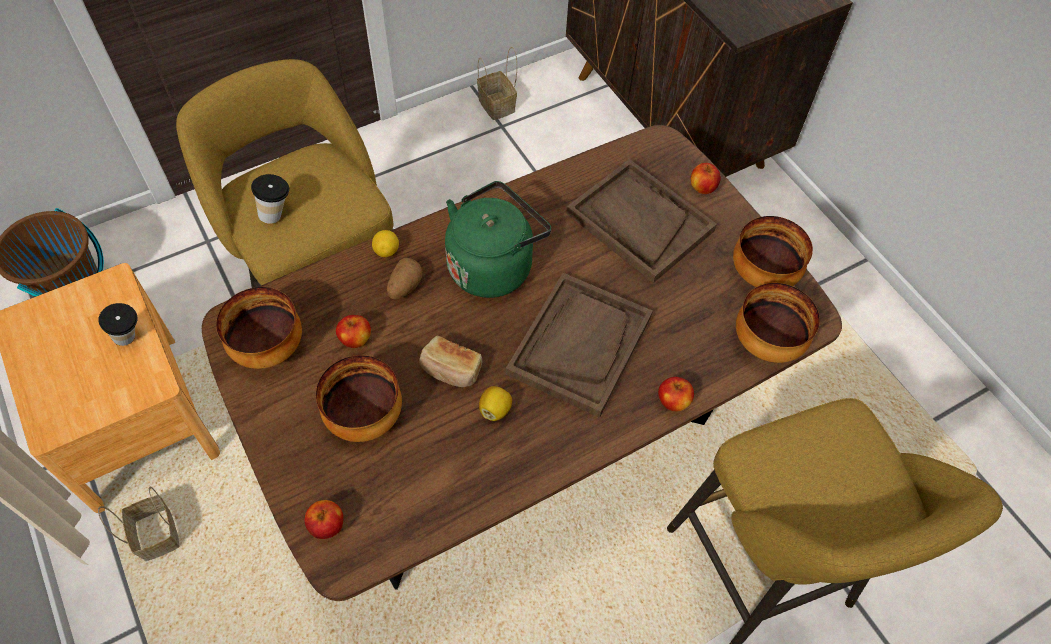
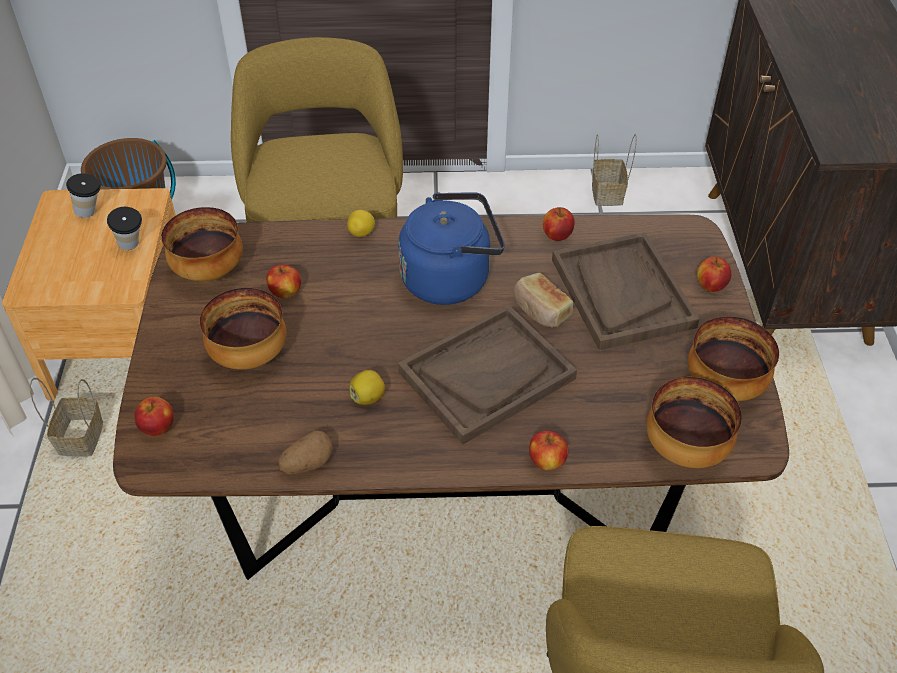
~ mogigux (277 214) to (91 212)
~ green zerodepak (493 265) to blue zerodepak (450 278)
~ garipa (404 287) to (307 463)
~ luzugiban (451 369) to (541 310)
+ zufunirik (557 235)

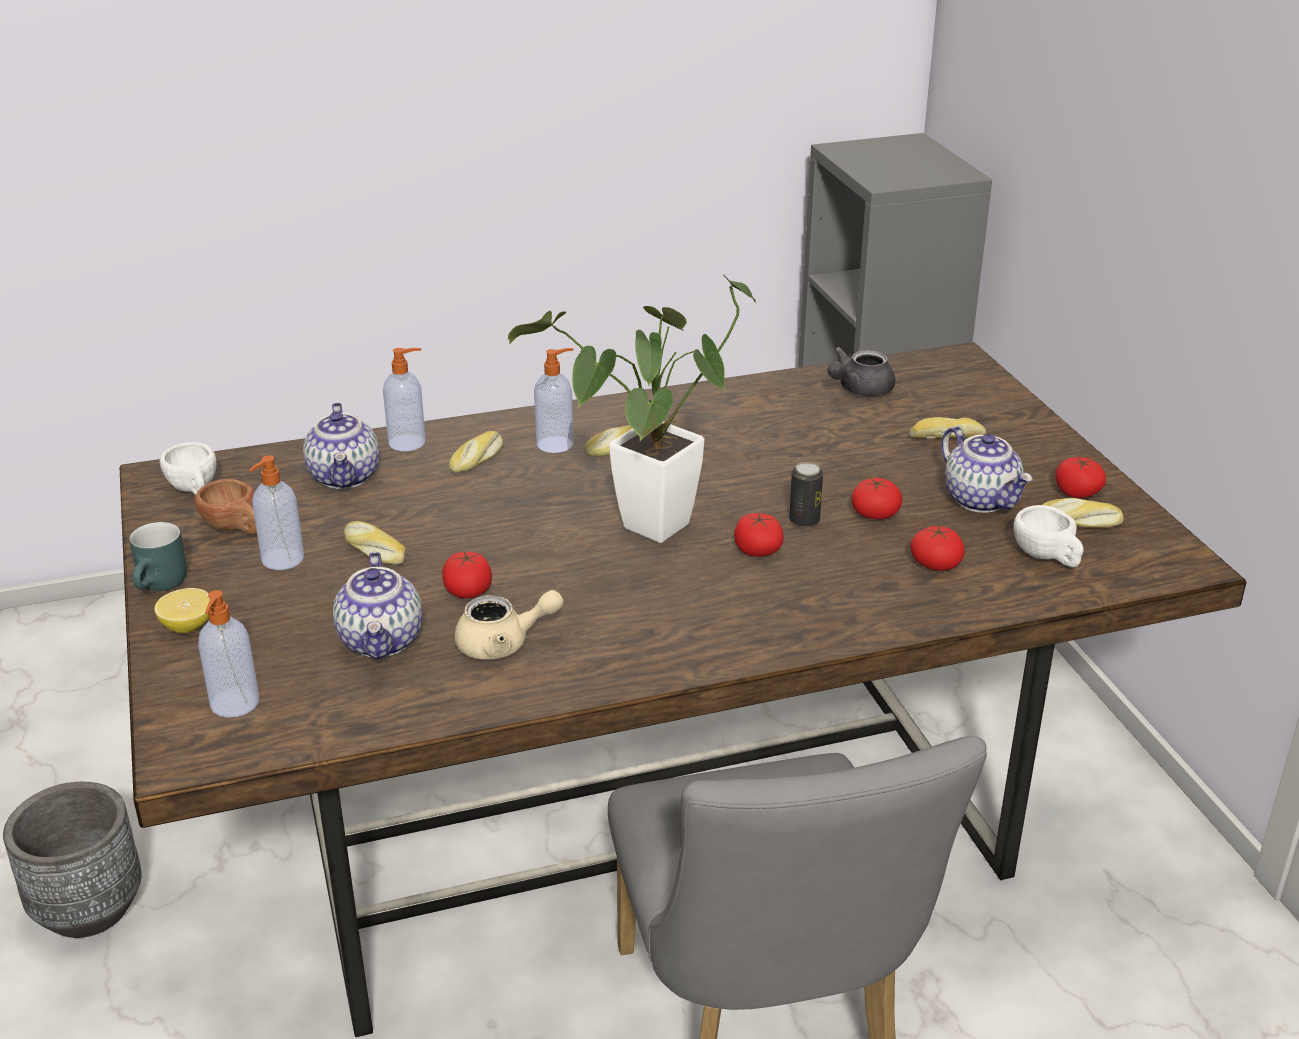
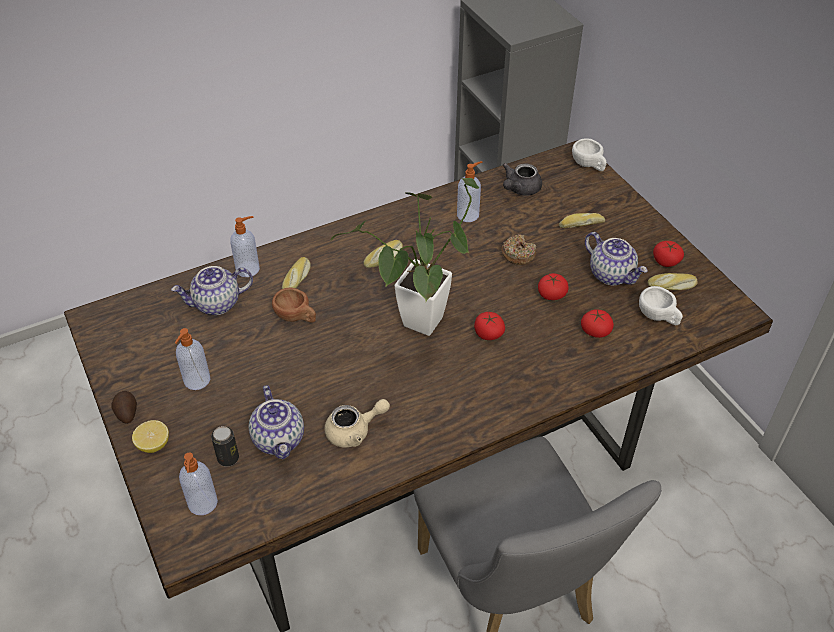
~ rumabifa (556 444) to (468 214)
~ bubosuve (345 477) = (216 304) 90 degrees clockwise
~ white mogigux (195 490) to (589 165)
~ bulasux (804 520) to (228 458)
~ brown mogigux (235 528) to (296 317)
- luzugiban (373 551)
~ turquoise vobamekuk (162 585) to garipa (126 412)
- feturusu (468 590)
- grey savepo (88 909)
+ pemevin (518 254)

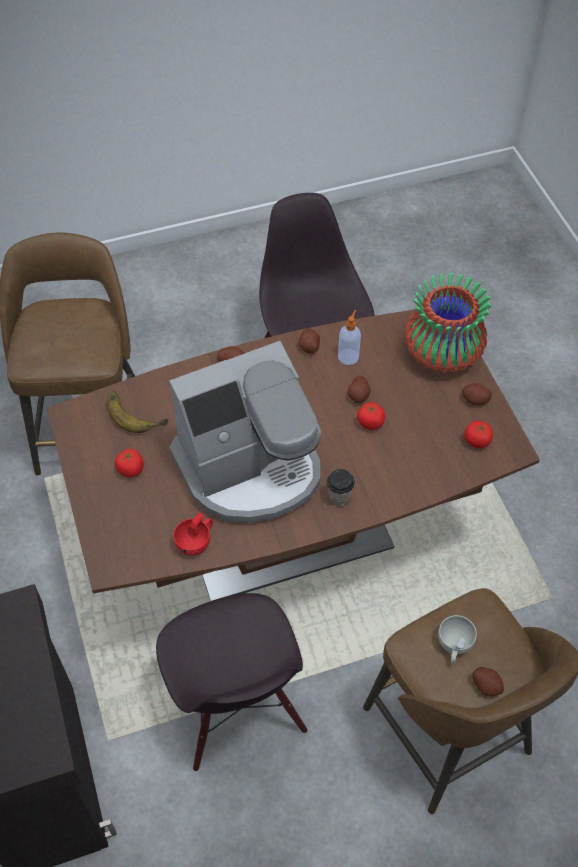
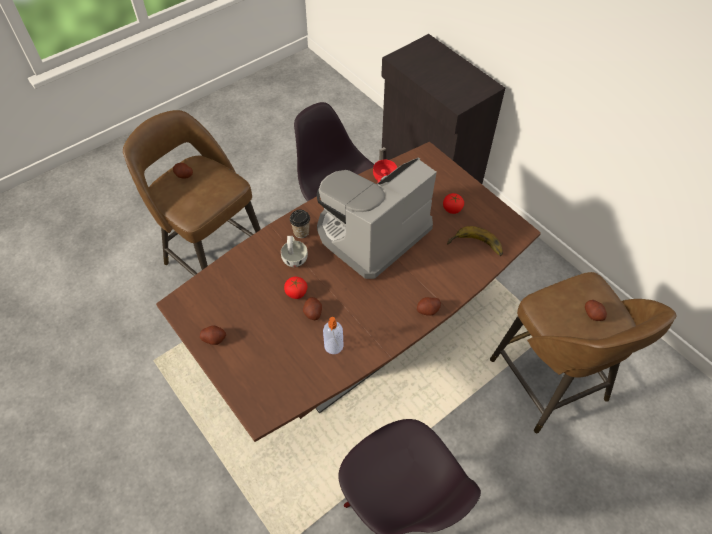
- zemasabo (442 354)
~ garipa (309 347) to (593 314)
- feturusu (477 441)
~ white mogigux (454 646) to (295 258)

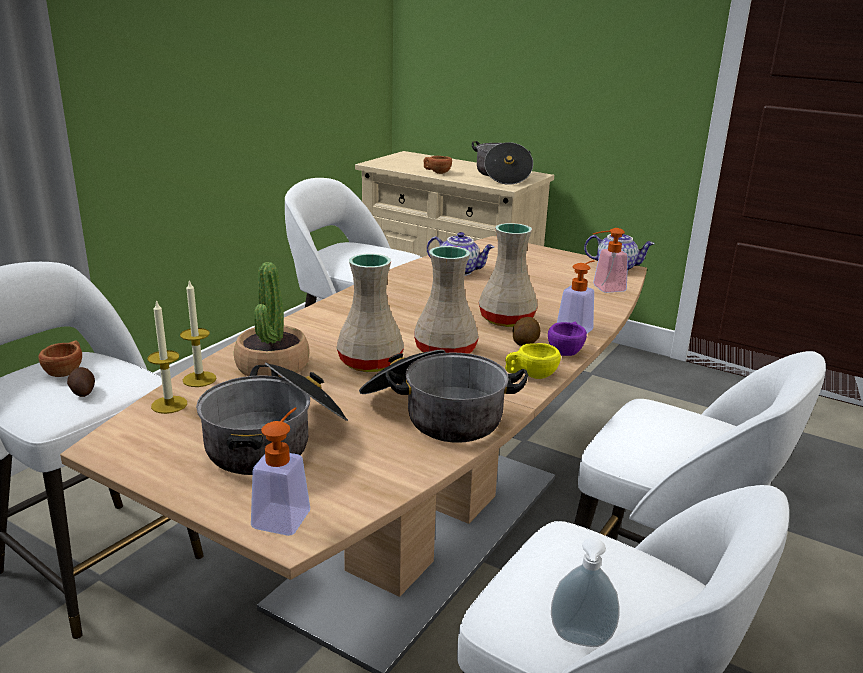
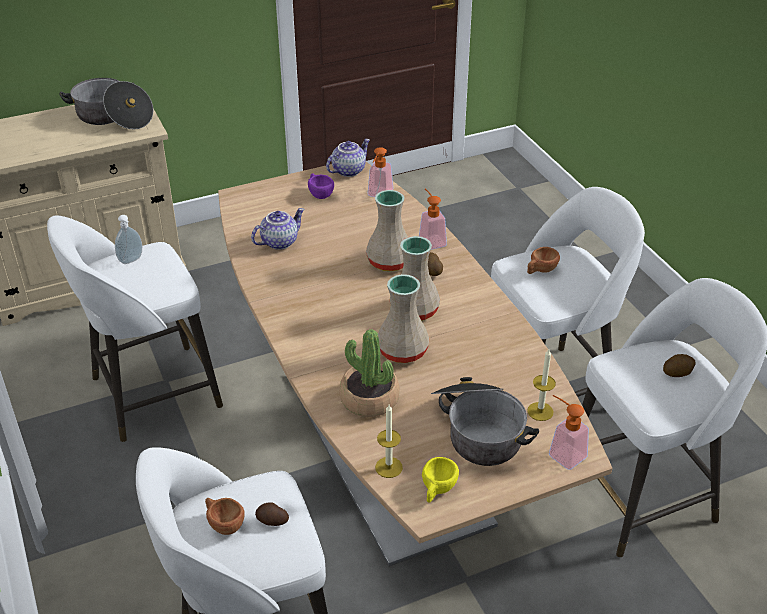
~ brown mogigux (437 172) to (540 270)
~ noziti (199 379) to (540 411)
~ purple mogigux (566 351) to (319 194)
~ yellow mogigux (530 375) to (437 490)
- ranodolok (435 414)
~ rumabifa (580 641) to (132 260)
+ garipa (677 372)

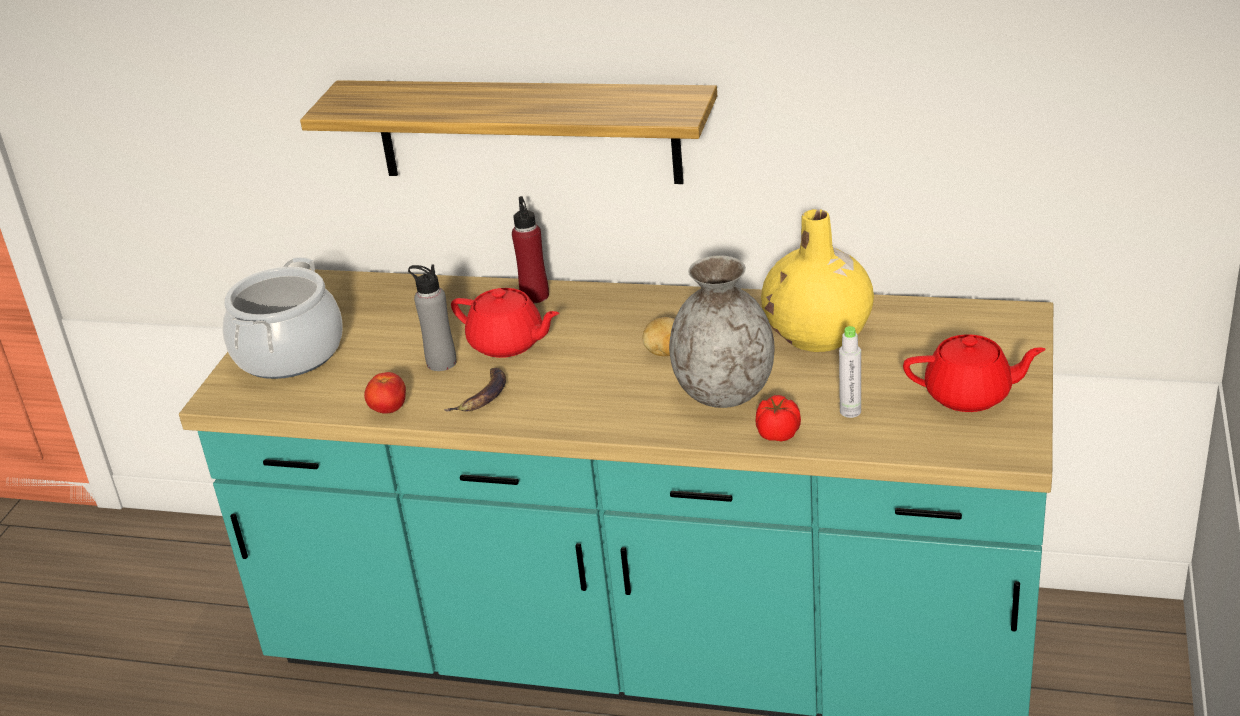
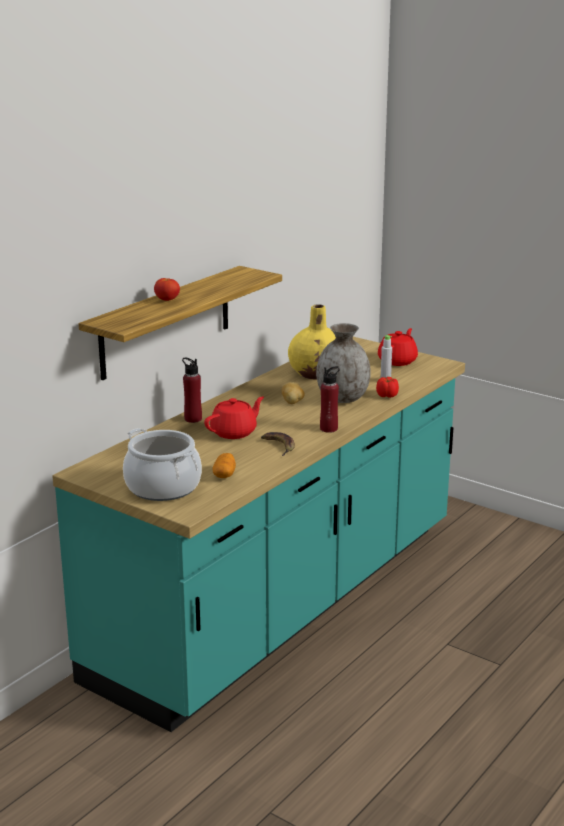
- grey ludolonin (441 362)
~ feturusu (388 410) to (167 300)
+ red ludolonin (329 429)
+ garipa (224 475)

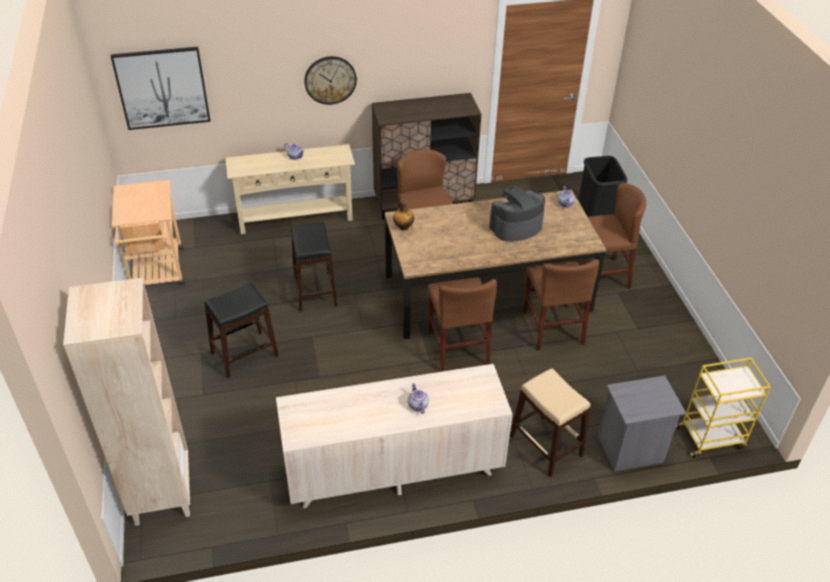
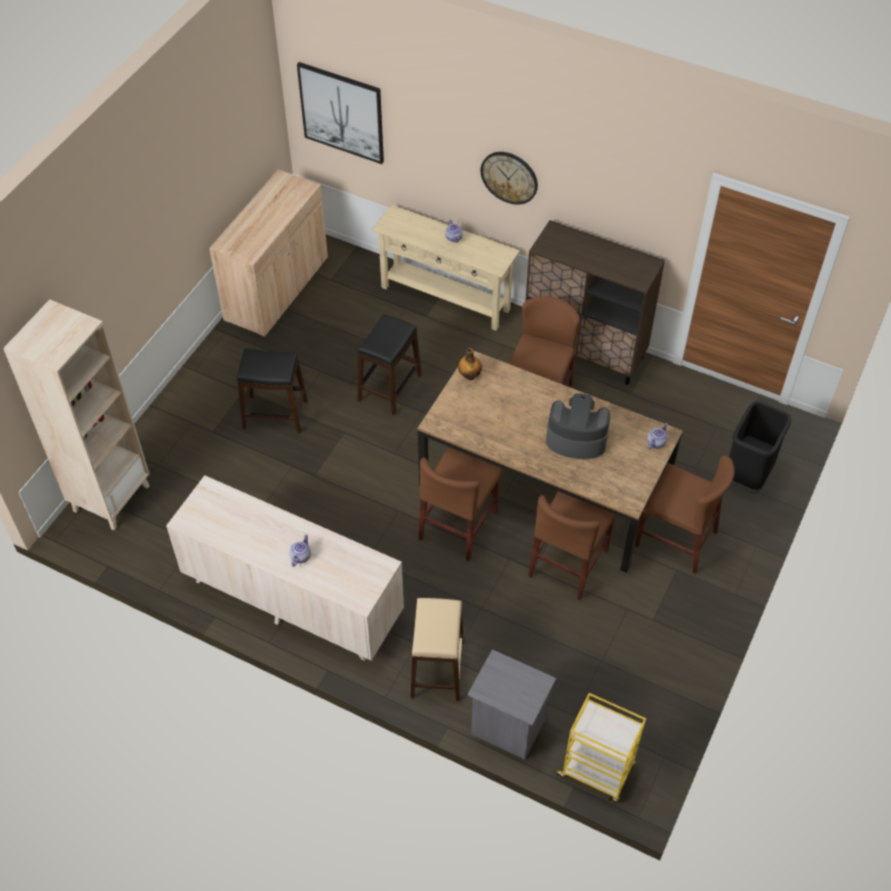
~ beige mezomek (157 273) to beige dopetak (277 289)

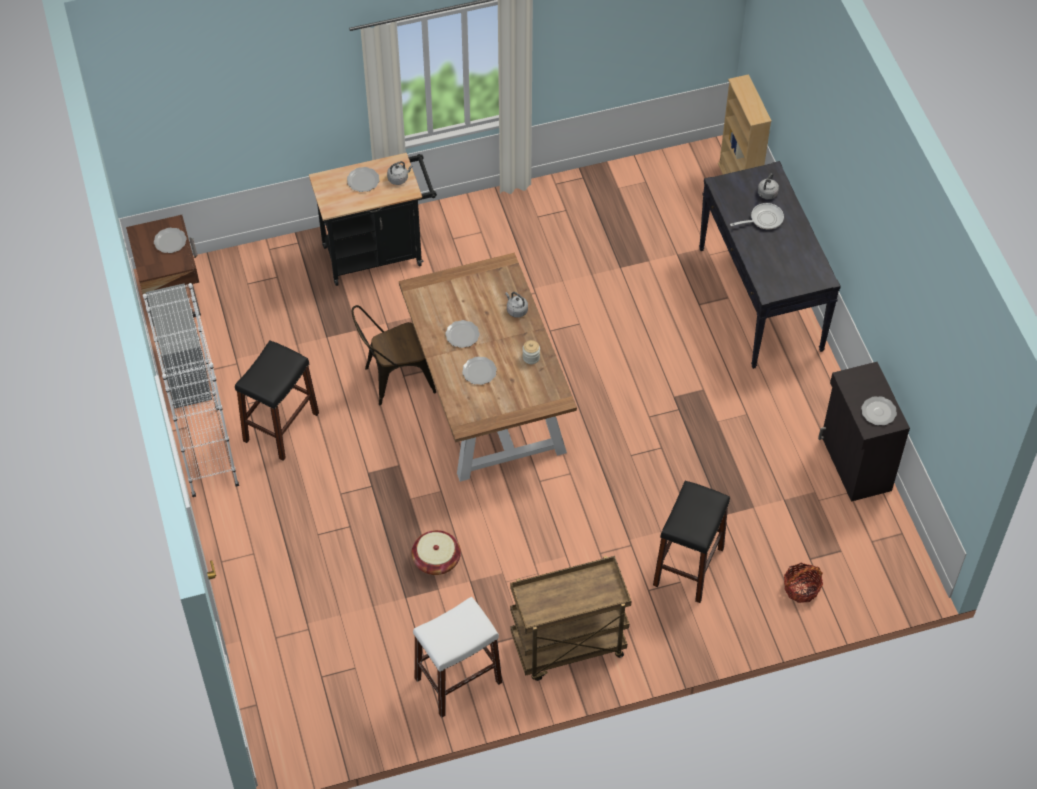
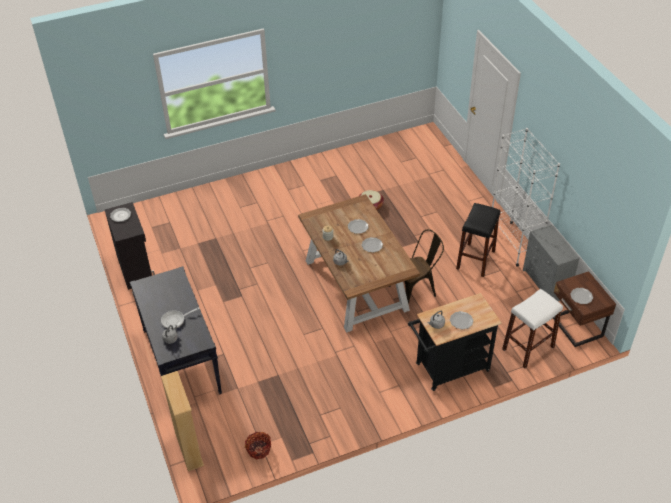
- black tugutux (688 566)
- brown mezomek (568 647)
~ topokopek (801 588) to (259 449)
~ white tugutux (458 680) to (528 348)

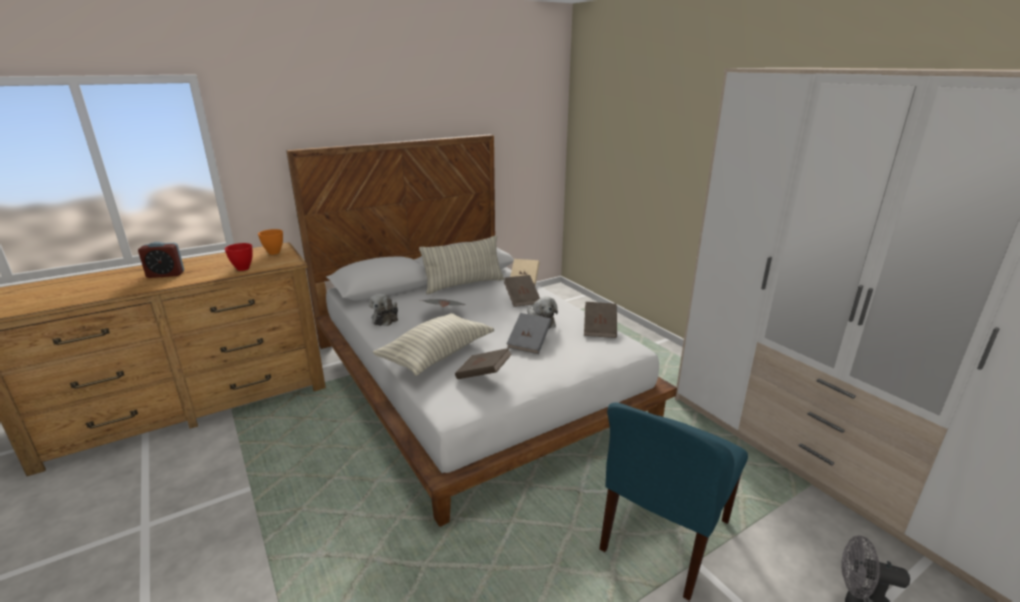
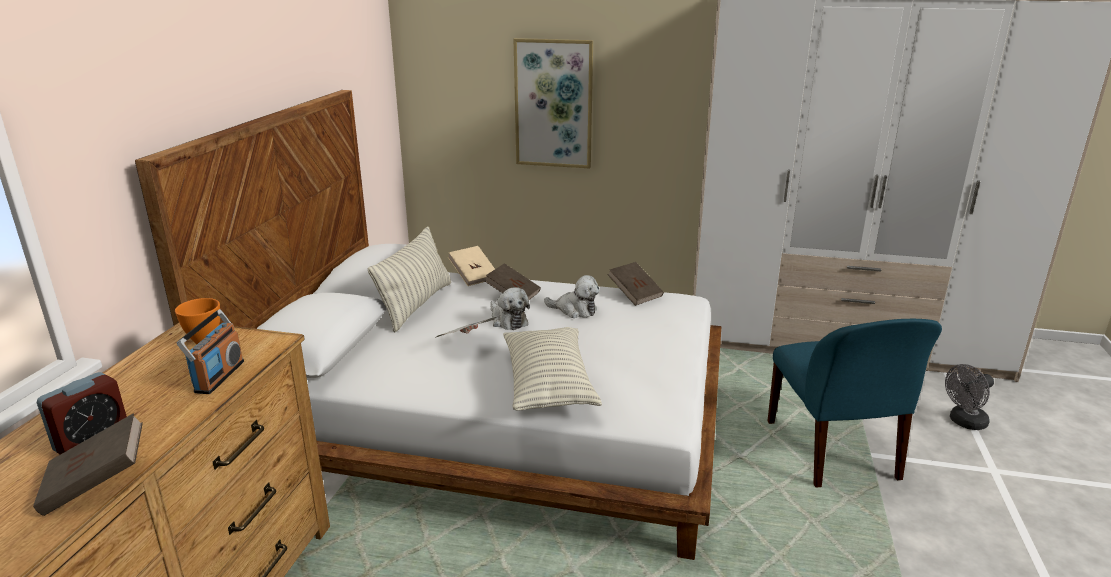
~ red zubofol (243 268) to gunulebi (218 376)
~ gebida (386 318) to (508 320)
- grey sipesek (529 343)
~ brown sipesek (483 375) to (97 483)
+ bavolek (553 104)

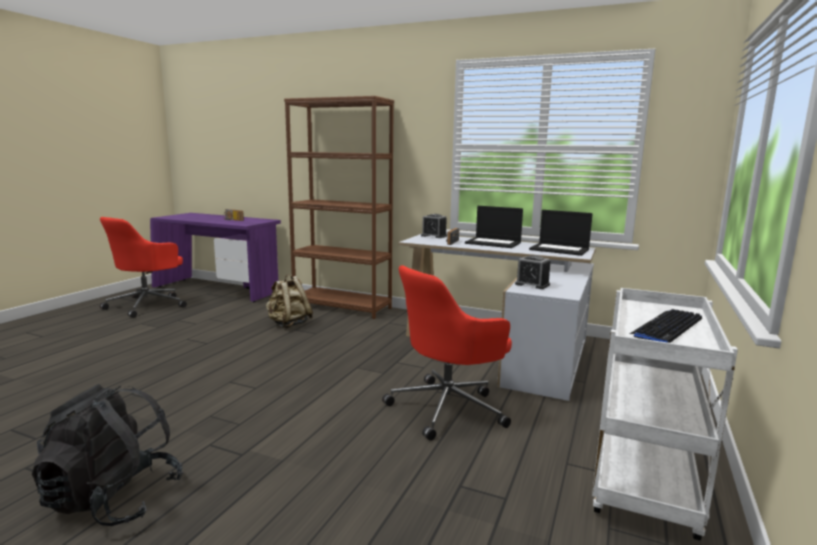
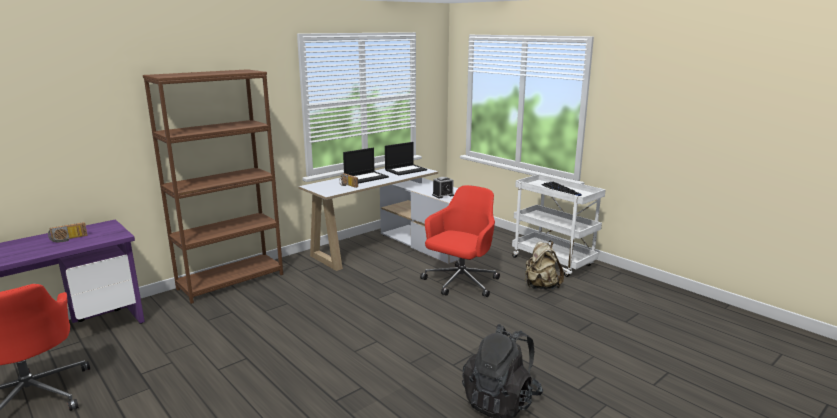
- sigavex (433 236)
~ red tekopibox (448 408) = (460 283) 135 degrees counterclockwise
~ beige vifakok (289 324) to (541 287)

